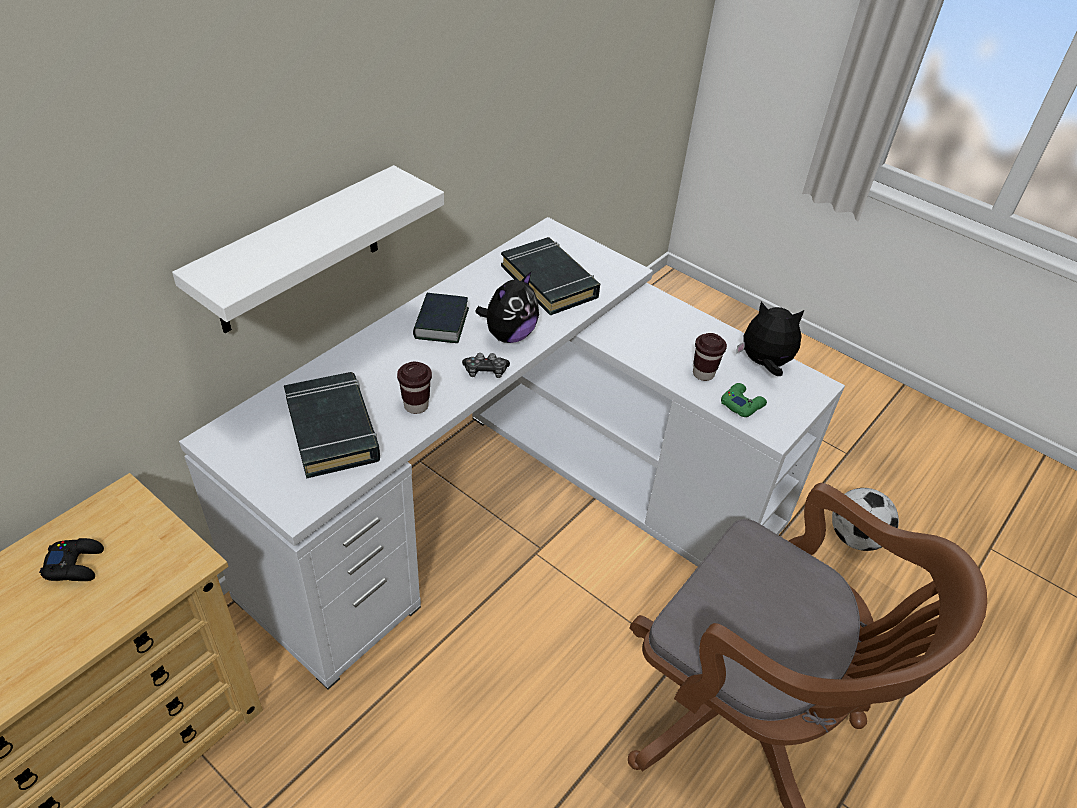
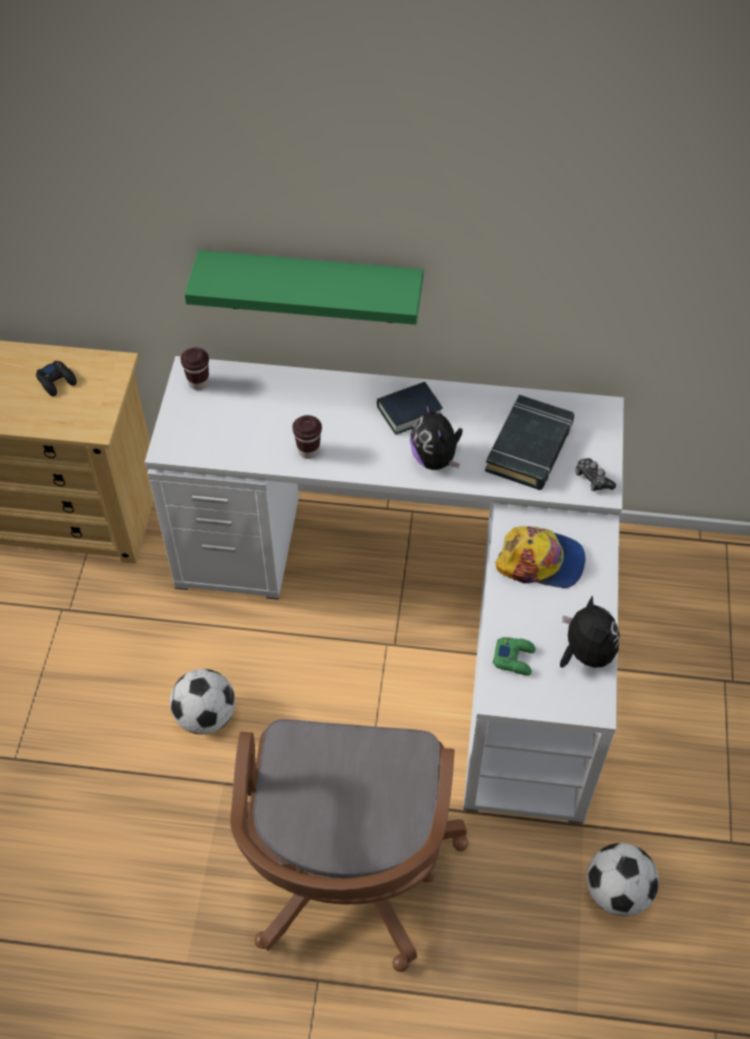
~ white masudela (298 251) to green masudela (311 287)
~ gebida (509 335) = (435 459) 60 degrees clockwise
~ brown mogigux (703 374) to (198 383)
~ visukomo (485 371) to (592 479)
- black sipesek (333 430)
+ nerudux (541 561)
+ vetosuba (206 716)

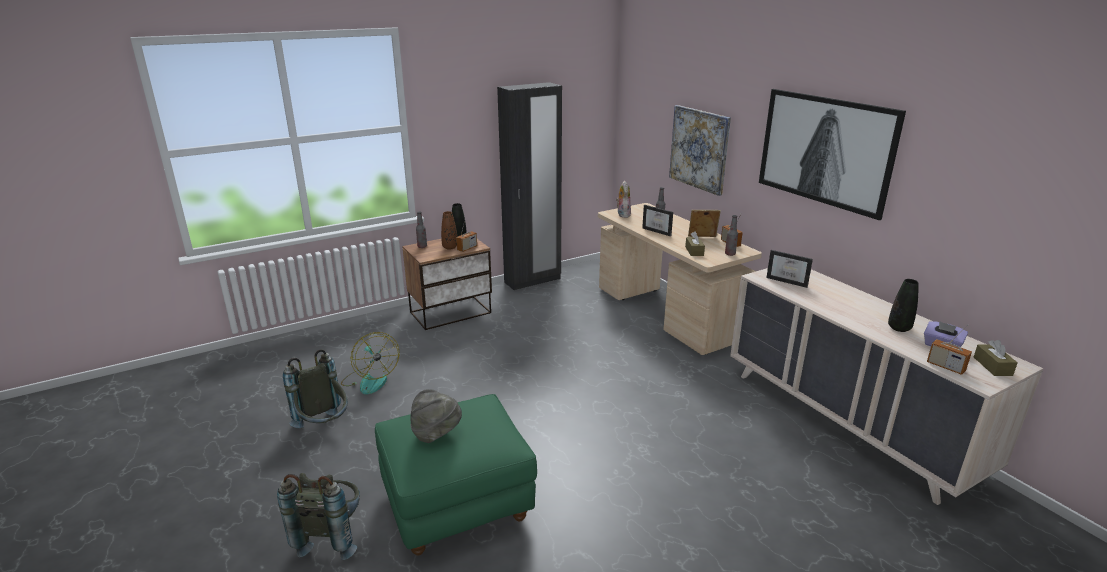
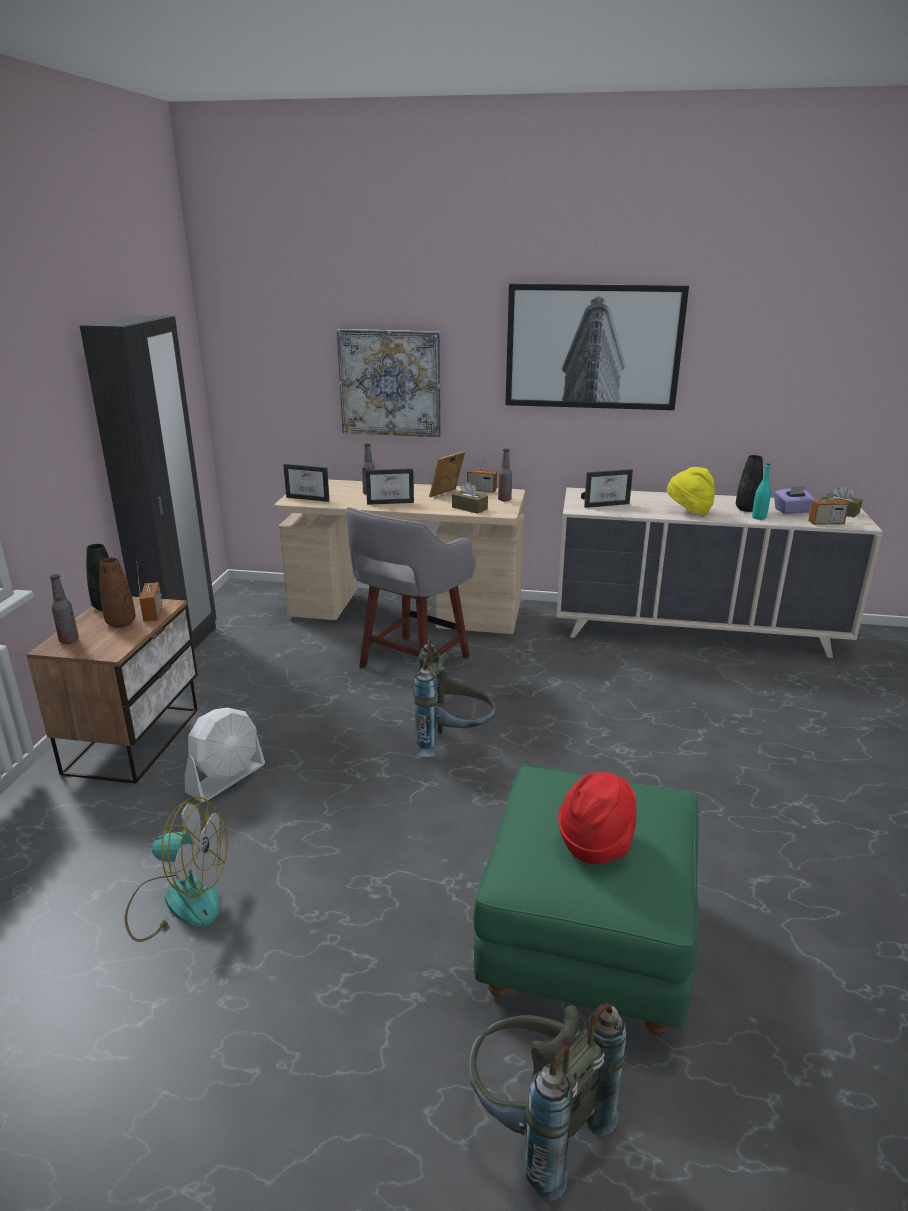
~ gebida (622 214) to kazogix (310 498)
~ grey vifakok (324 428) to (452 742)
~ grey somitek (436 434) to red somitek (596 843)
+ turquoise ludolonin (759 517)
+ yellow somitek (688 511)
+ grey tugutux (412 663)
+ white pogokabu (226 778)

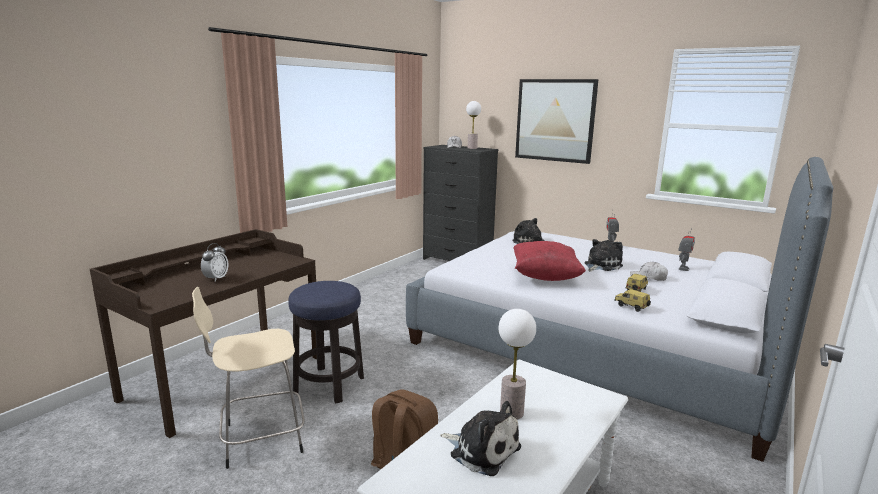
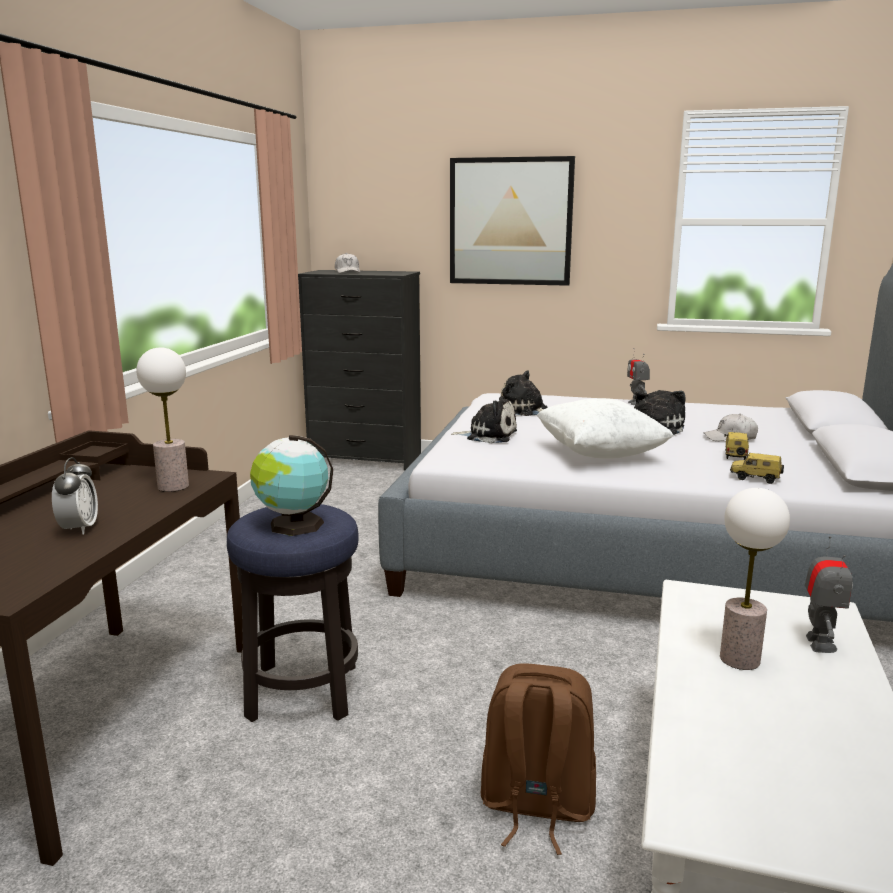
~ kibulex (472 148) to (173 486)
~ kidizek (683 268) to (819 644)
~ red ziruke (545 277) to white ziruke (599 454)
- beige tugutux (260 439)
~ gebida (482 450) to (488 436)
+ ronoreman (293 525)

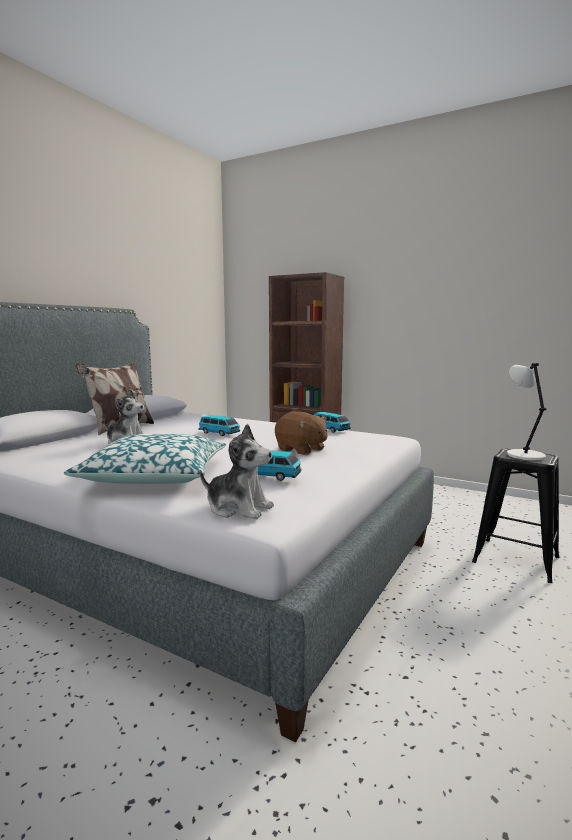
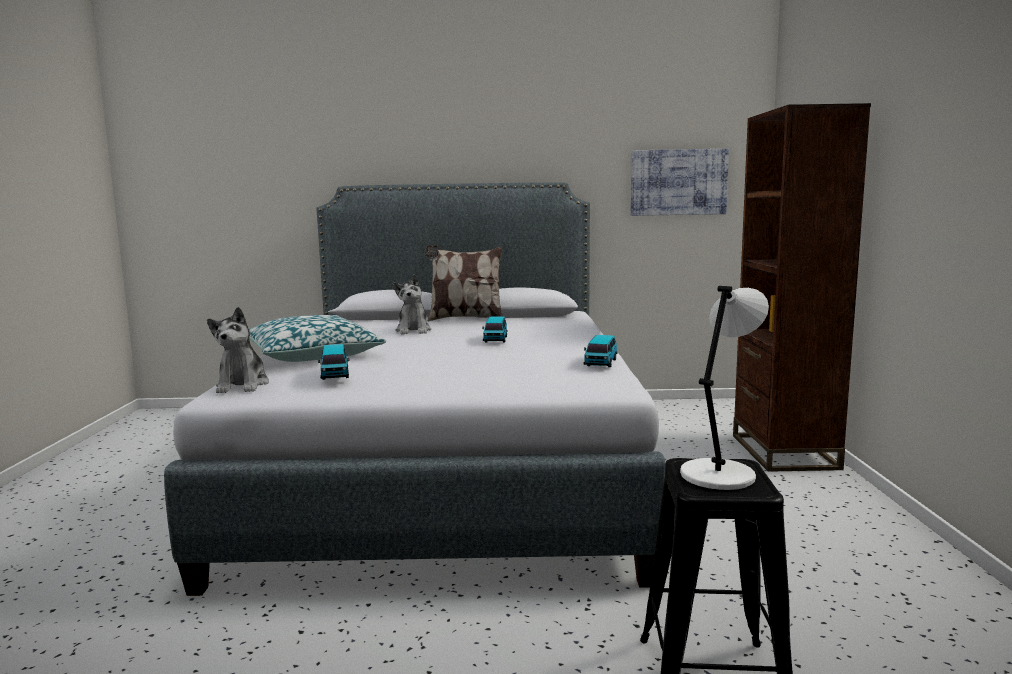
- brown gebida (301 450)
+ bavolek (678 182)

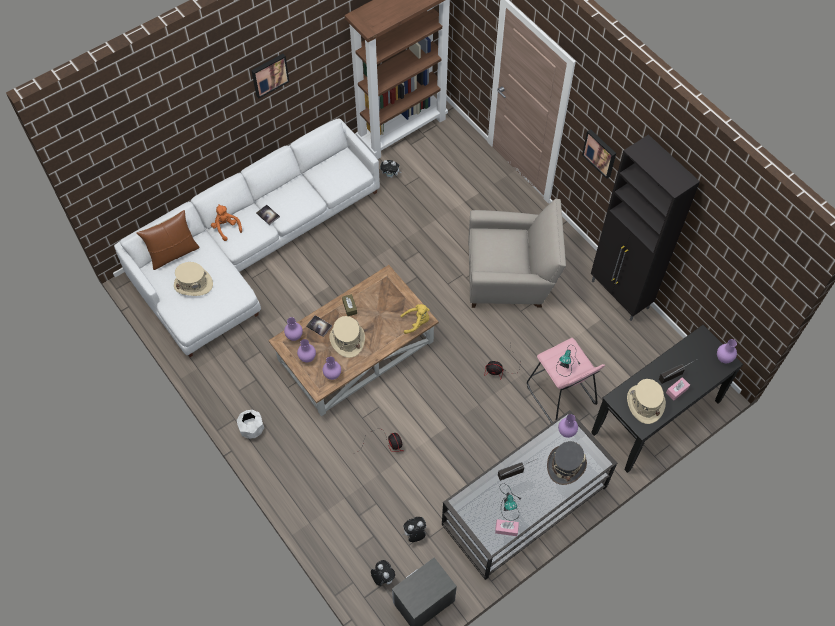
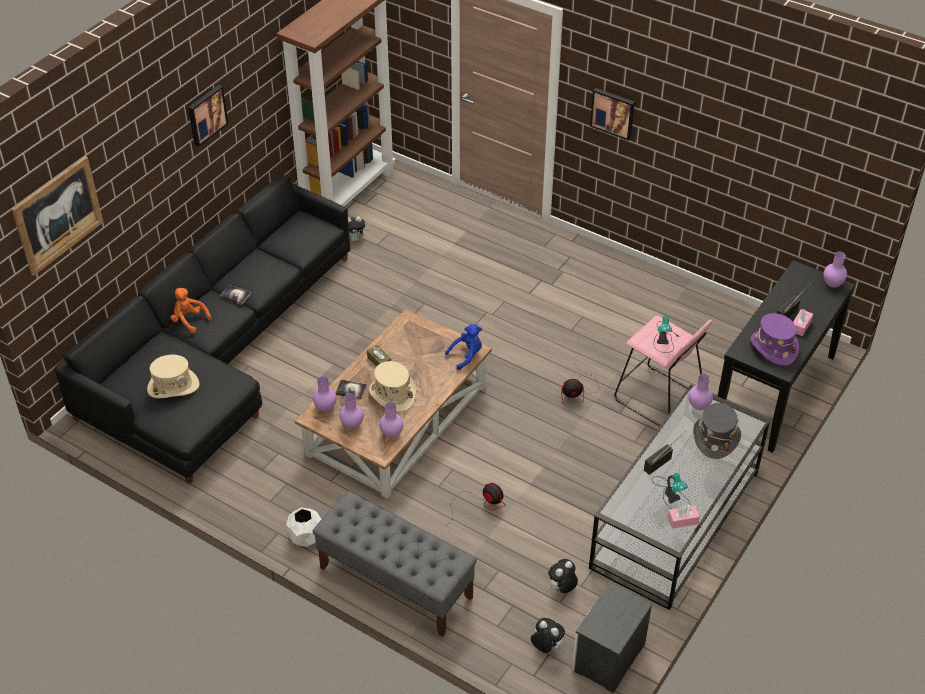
~ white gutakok (249 249) to black gutakok (217 353)
- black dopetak (620 295)
- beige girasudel (511 277)
- brown ziruke (173 253)
~ yellow gebida (416 322) to blue gebida (466 355)
~ beige somitek (644 404) to purple somitek (773 348)
+ bavolek (58 215)
+ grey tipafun (395 582)

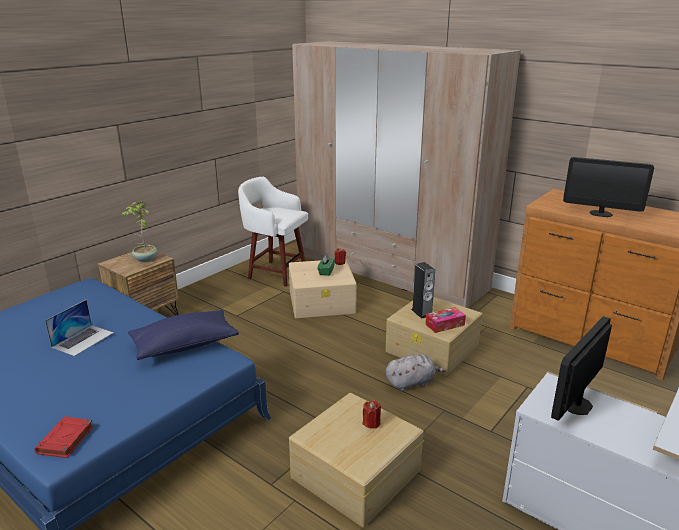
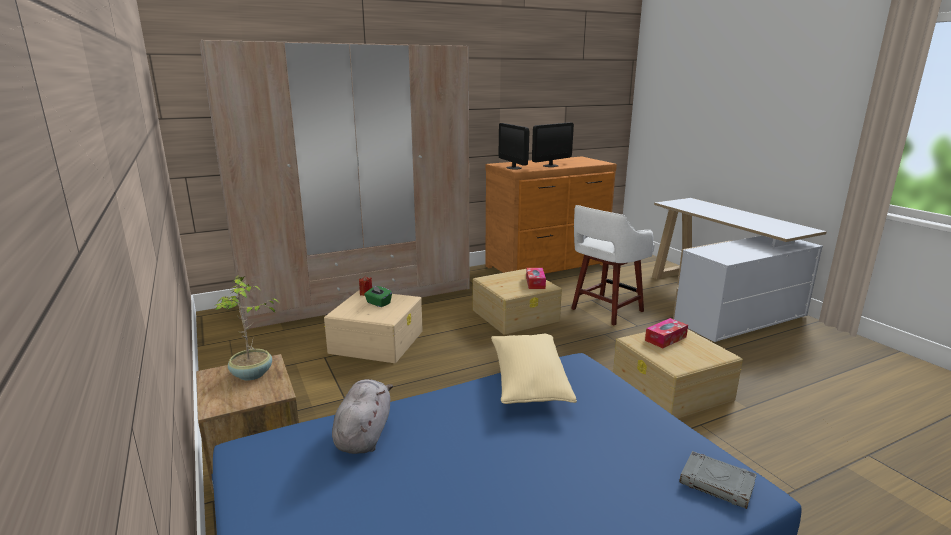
~ white tugutux (275 273) to (605 311)
- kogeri (422 312)
- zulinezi (83 339)
~ blue ziruke (185 345) to beige ziruke (528 382)
~ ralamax (577 405) to (514 168)
~ grey gebida (411 383) to (364 434)
~ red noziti (371 423) to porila (665 338)
~ red sipesek (65 440) to grey sipesek (717 484)

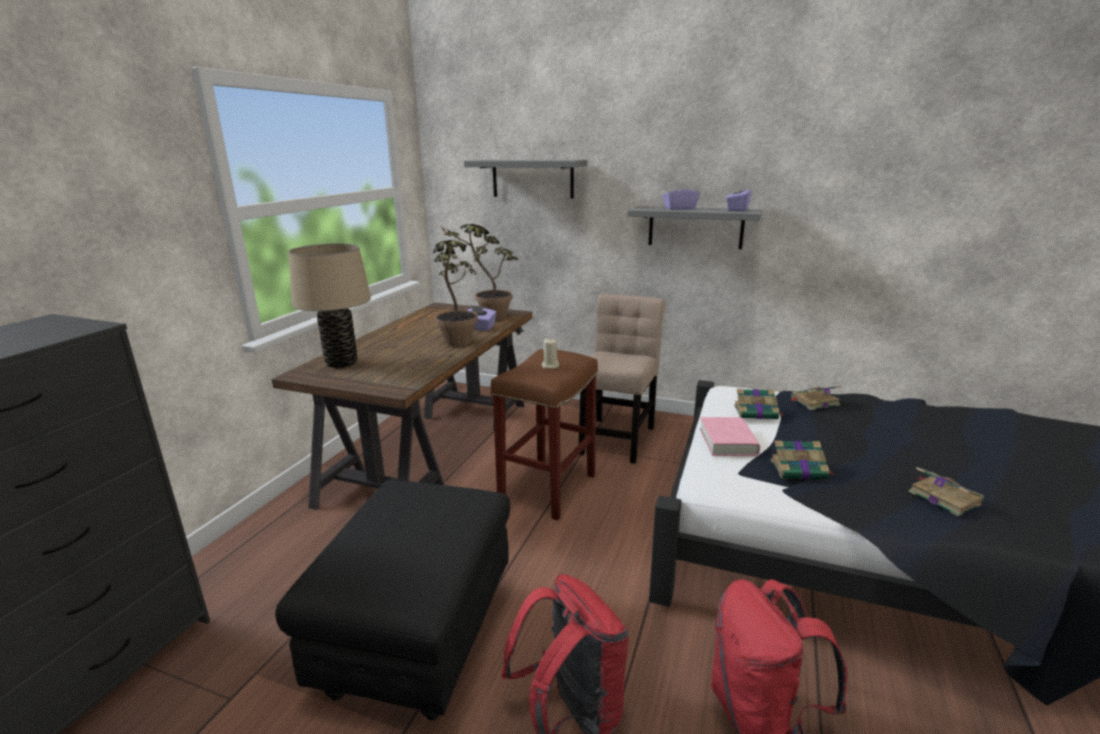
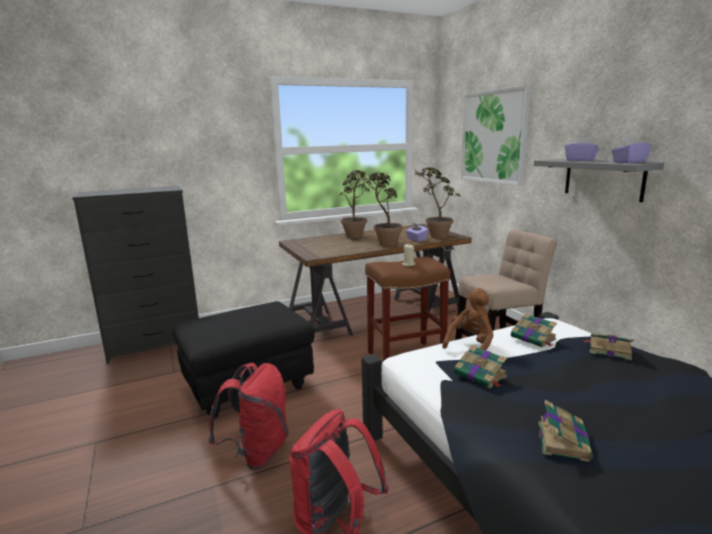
~ grey masudela (532 178) to bavolek (493 137)
- beige kibulex (341 363)
~ pink sipesek (727 442) to brown gebida (470 345)
+ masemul (356 237)

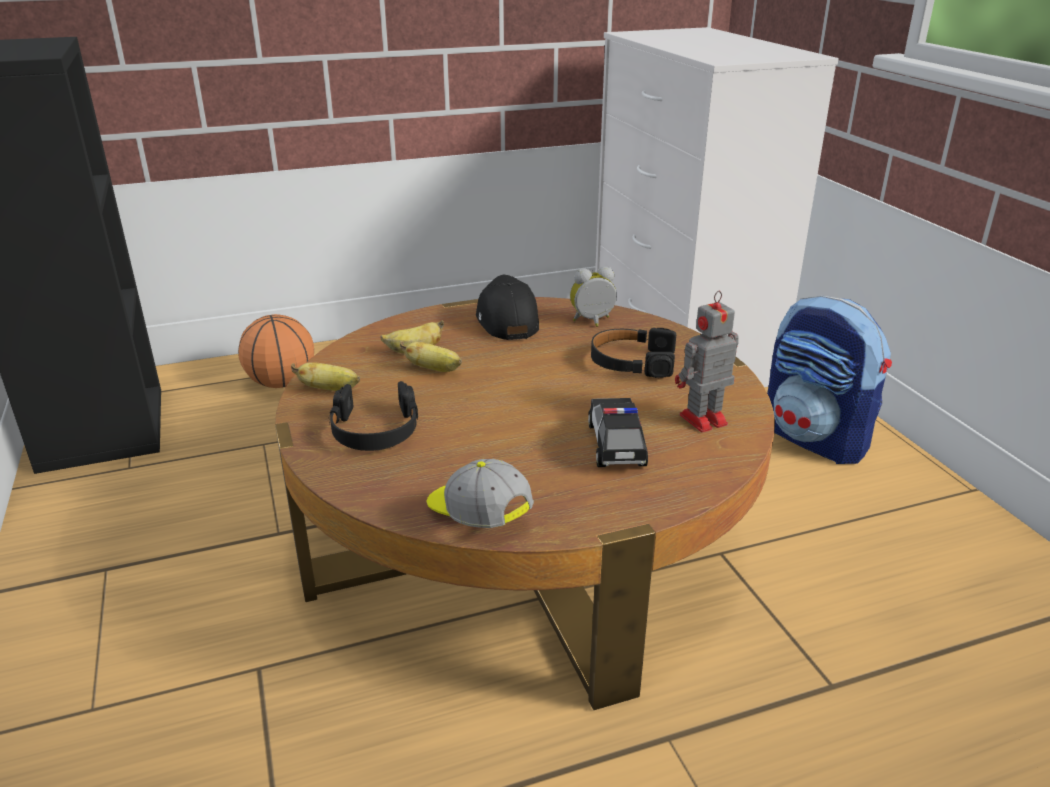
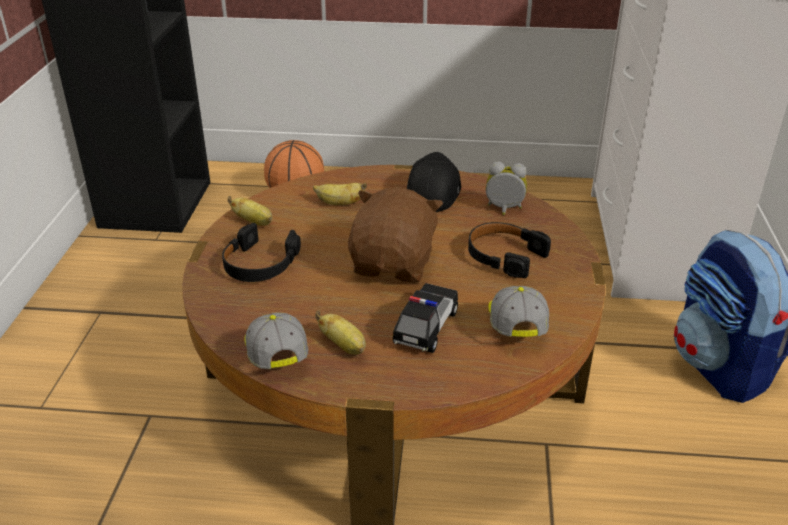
~ kidizek (701 420) to nerudux (515 325)
~ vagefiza (434 370) to (344 346)
+ brown gebida (394 264)

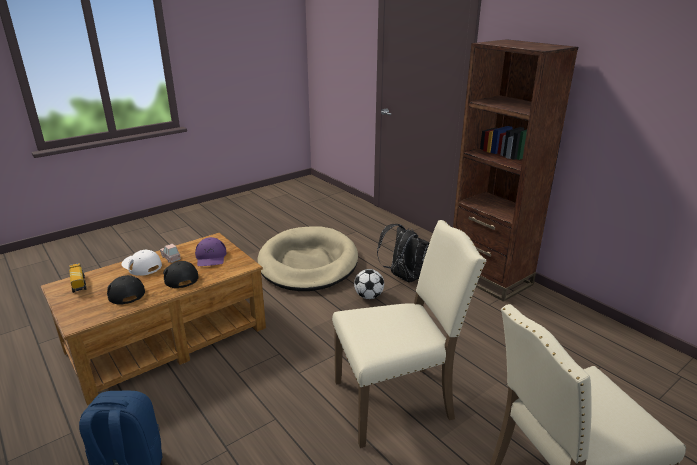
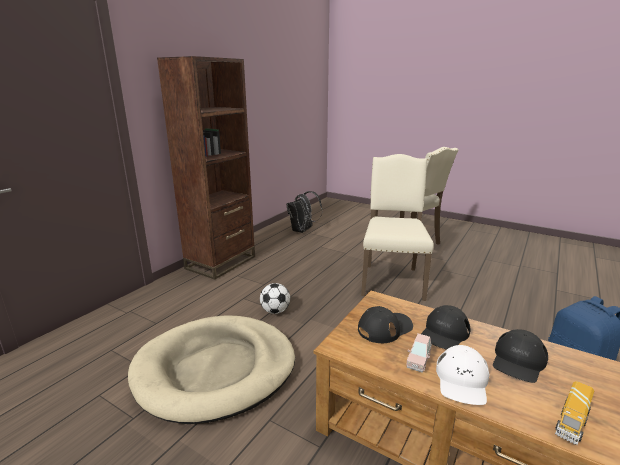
~ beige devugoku (396 401) = (391 280) 45 degrees clockwise
~ black vifakok (403 277) to (302 231)
~ purple nerudux (211 257) to black nerudux (385 328)

